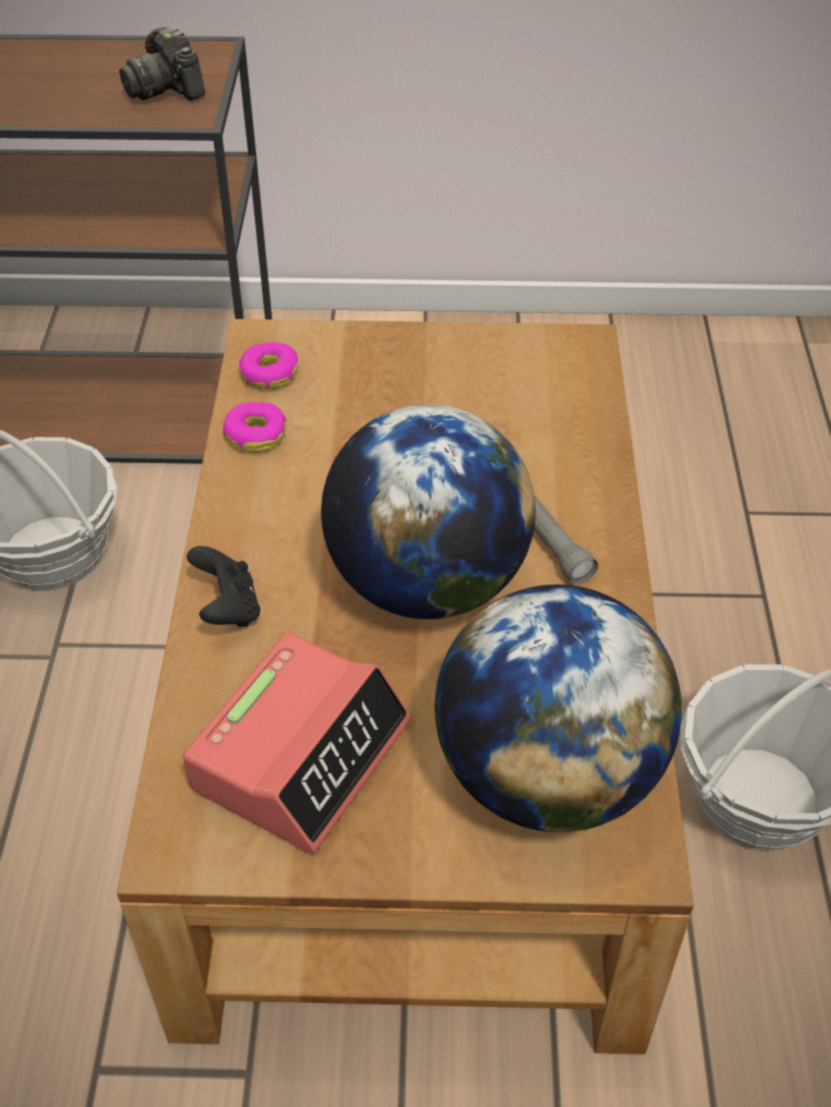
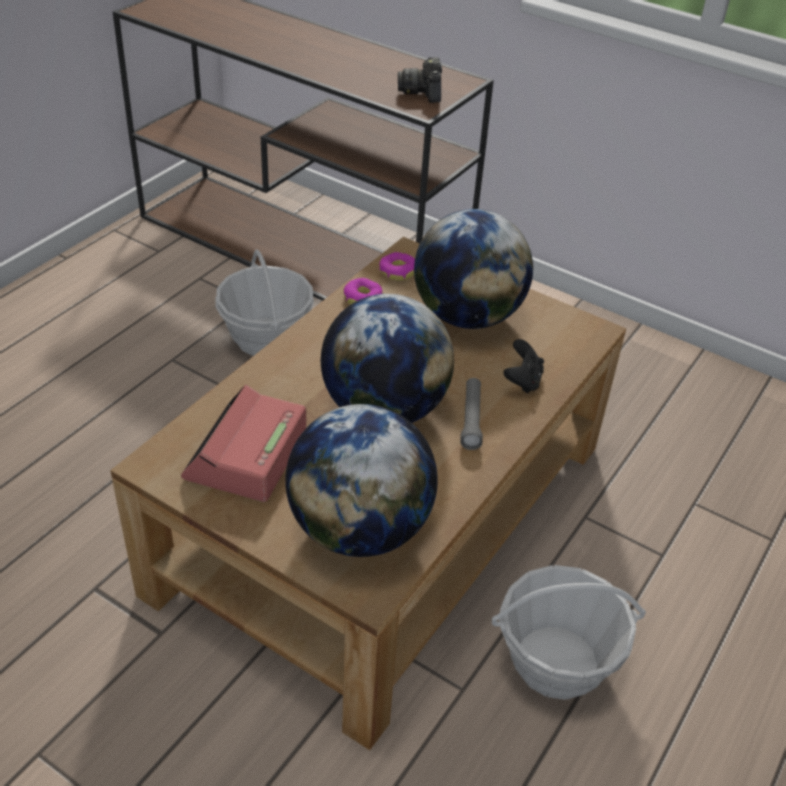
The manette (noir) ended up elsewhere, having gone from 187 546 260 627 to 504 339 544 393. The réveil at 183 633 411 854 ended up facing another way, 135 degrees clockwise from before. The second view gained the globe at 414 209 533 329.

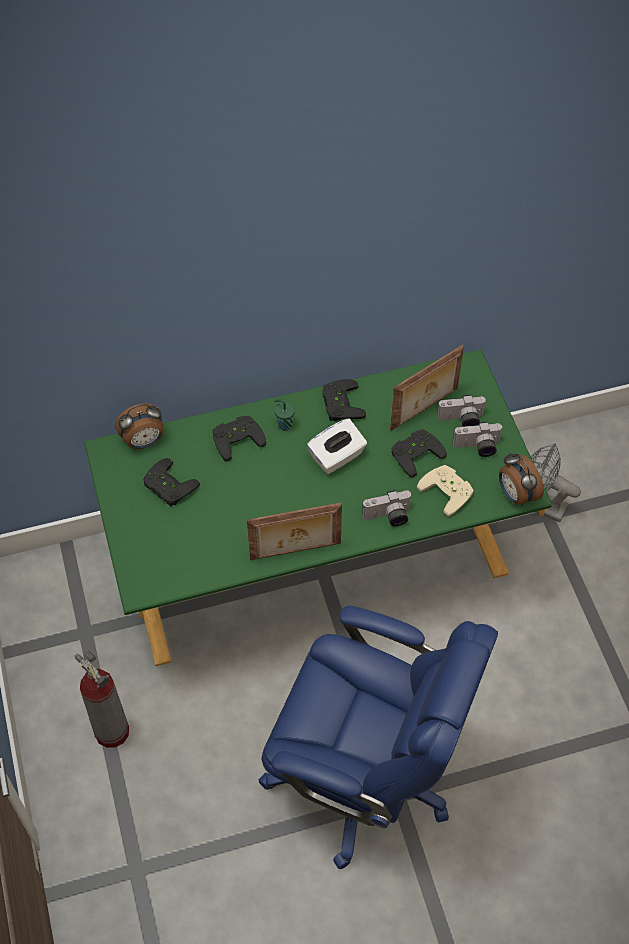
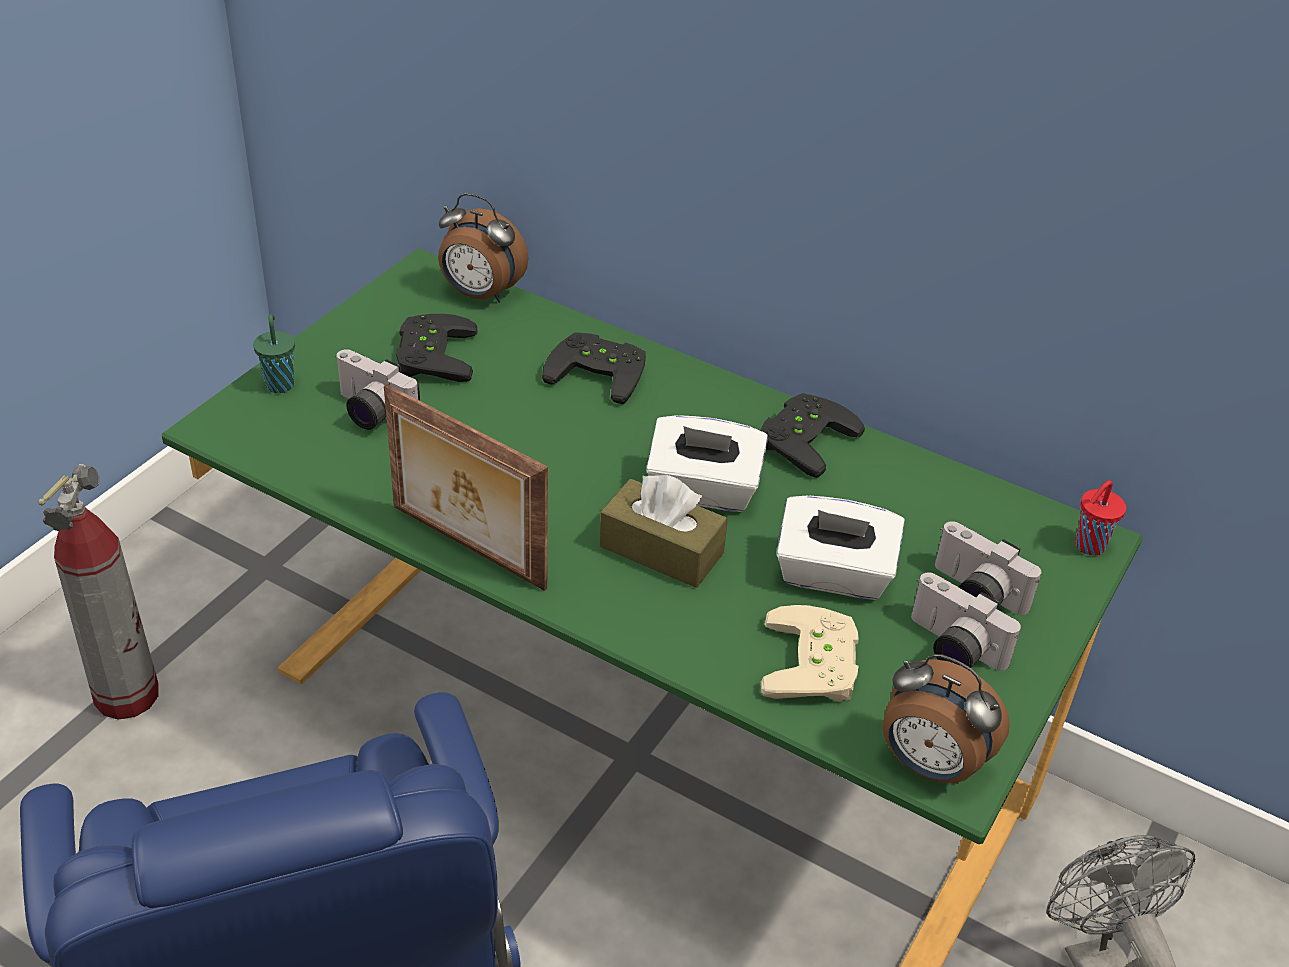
The second view lost the cadre photo at 390 345 464 431. The tasse (vert) ended up elsewhere, having gone from 274 399 295 431 to 253 313 295 393. Where the manette (noir) stood at 392 429 447 478, the boîte à mouchoirs (blanc) came to stand at 776 495 905 600. The réveil at 499 452 544 506 ended up facing another way, 75 degrees counterclockwise from before. The appareil photo ended up elsewhere, having gone from 362 490 412 527 to 335 349 420 430. The second view gained the boîte à mouchoirs (marron) at 599 475 728 588. The second view gained the tasse (rouge) at 1075 480 1126 556.

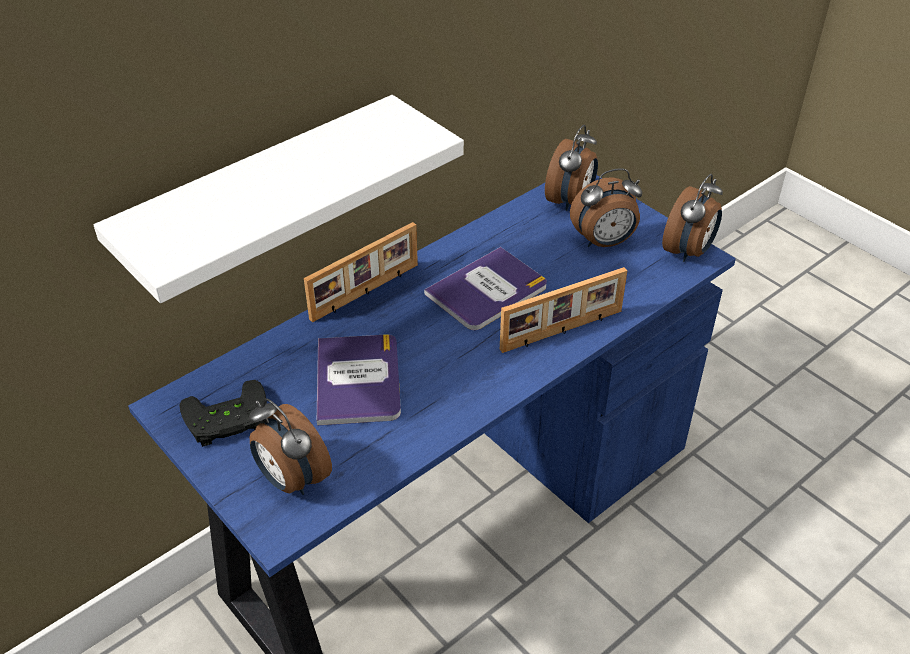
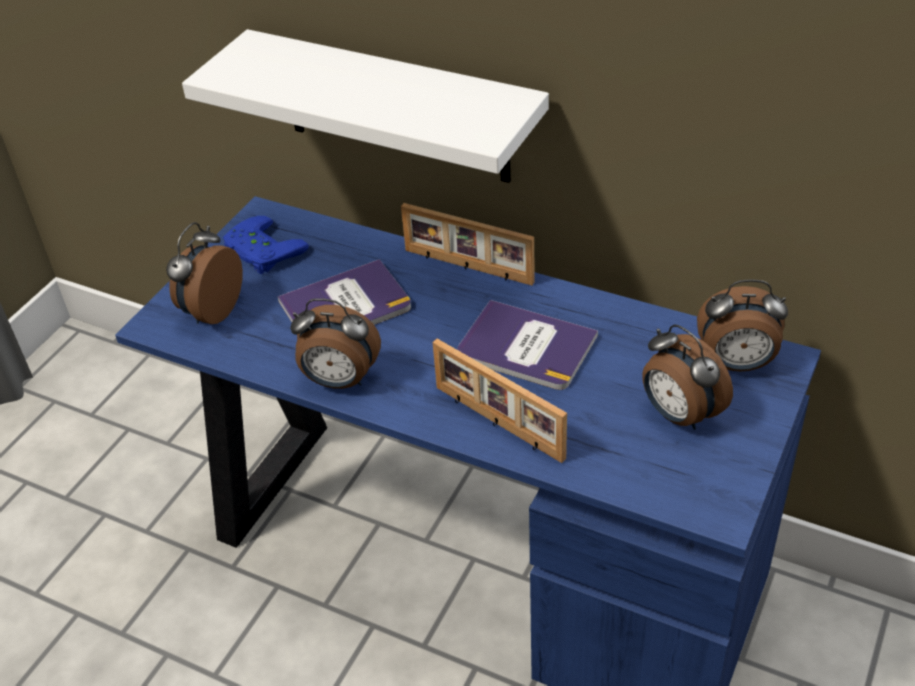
The réveil ended up elsewhere, having gone from 662 174 723 262 to 290 298 381 389. What was the manette (noir) at 179 380 267 447 turned into the manette (bleu) at 223 216 309 274.

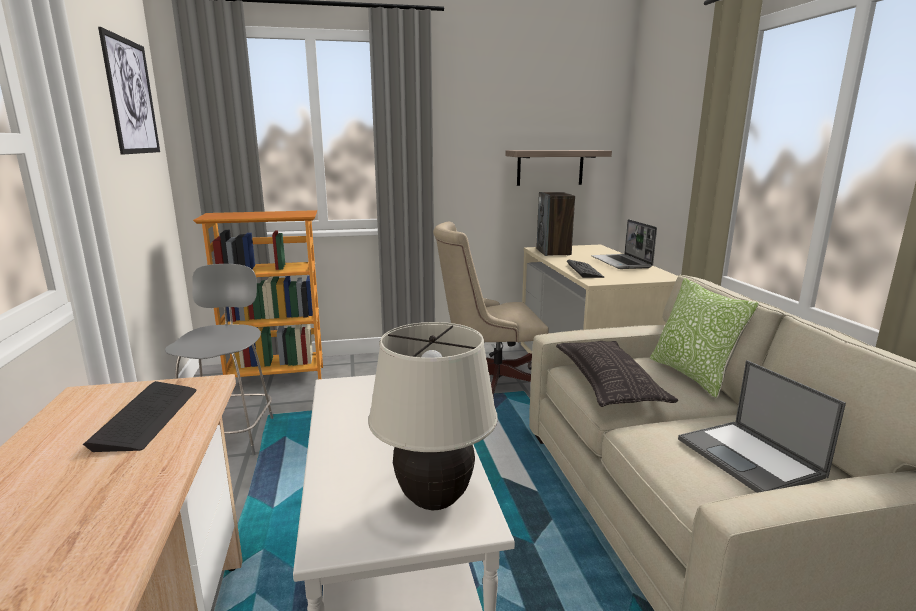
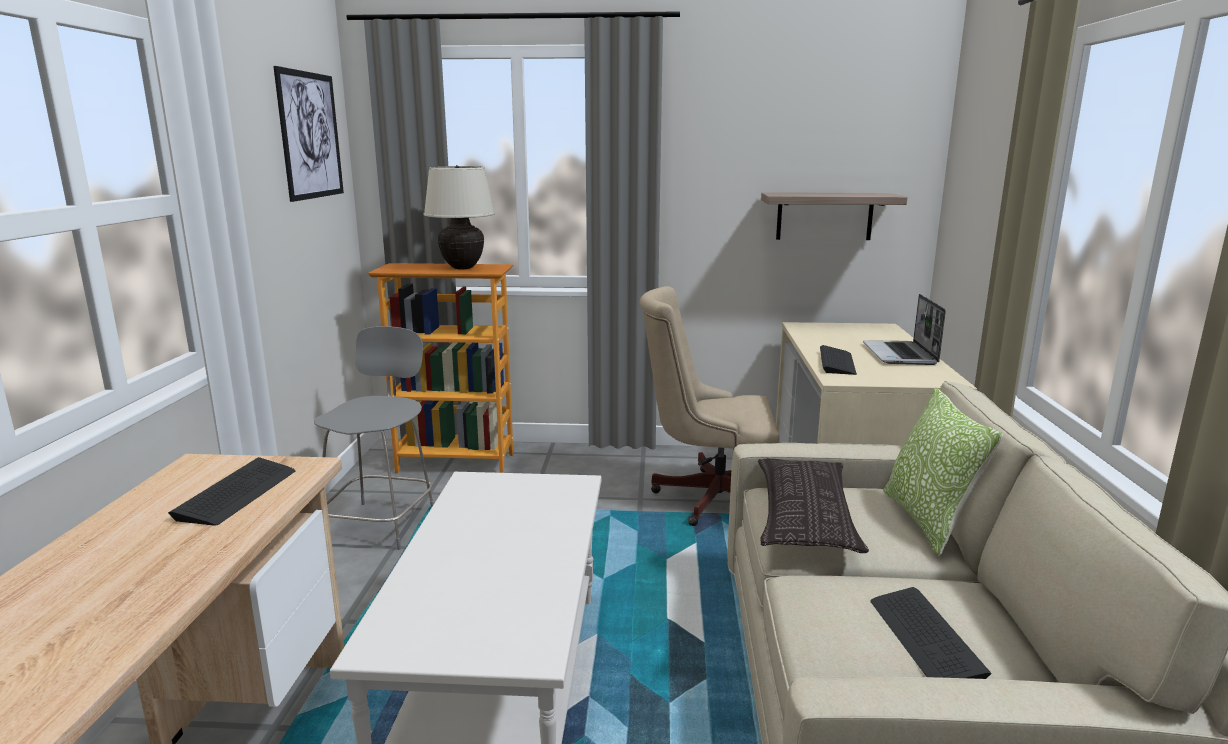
The second view lost the enceinte at 536 192 575 256. The lampe de table (beige) ended up elsewhere, having gone from 368 322 498 510 to 424 165 495 269. Where the ordinateur portable stood at 678 360 846 493, the clavier came to stand at 870 587 992 679.

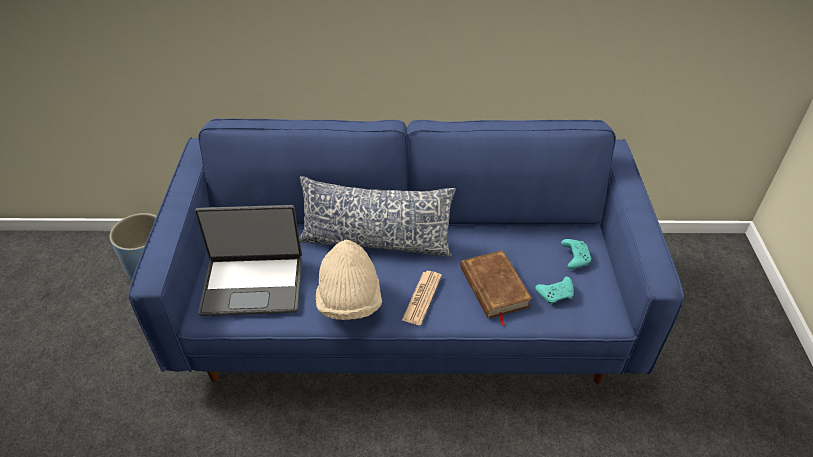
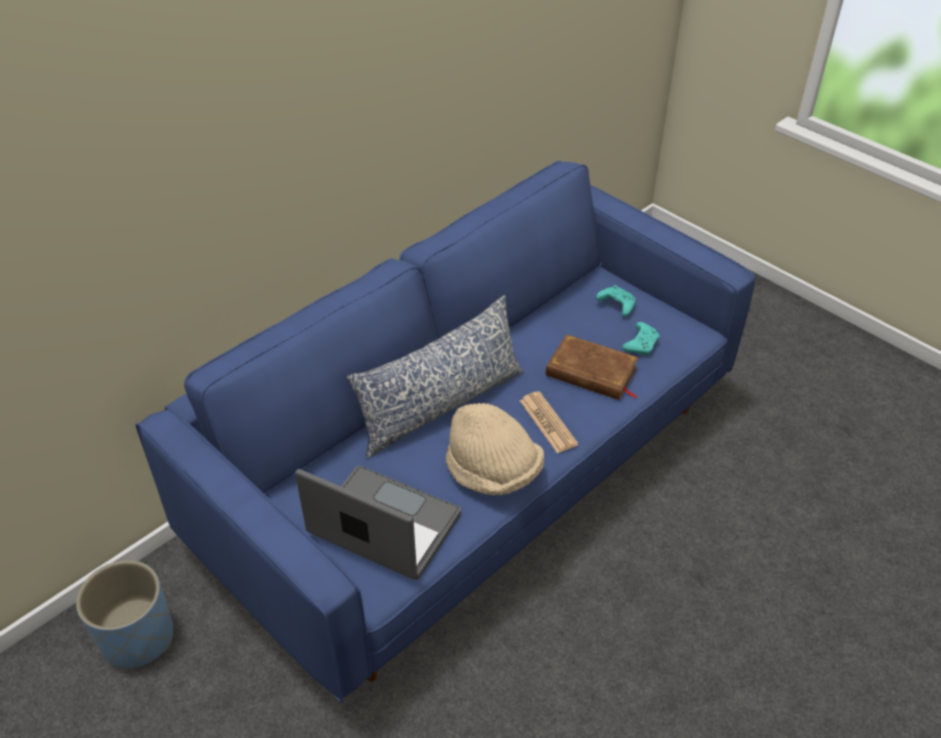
The ordinateur portable at 195 205 302 316 ended up facing another way, 105 degrees counterclockwise from before.

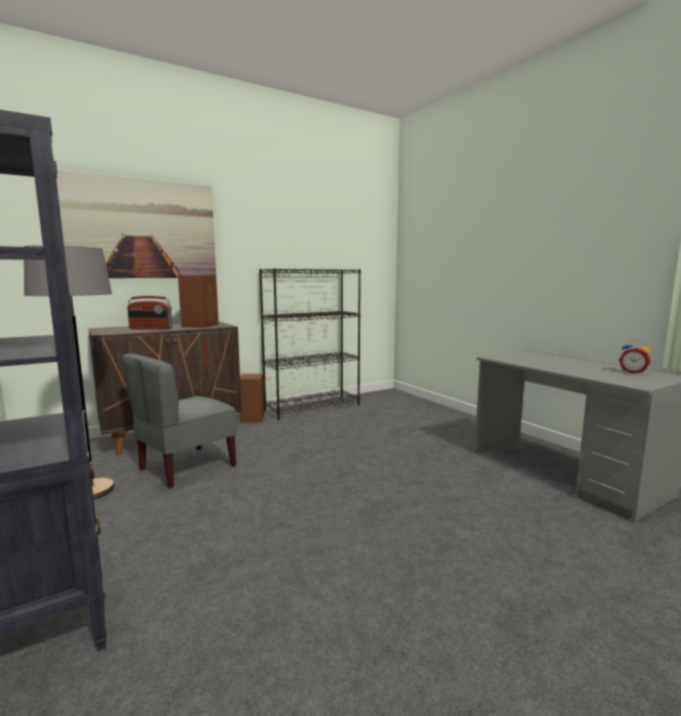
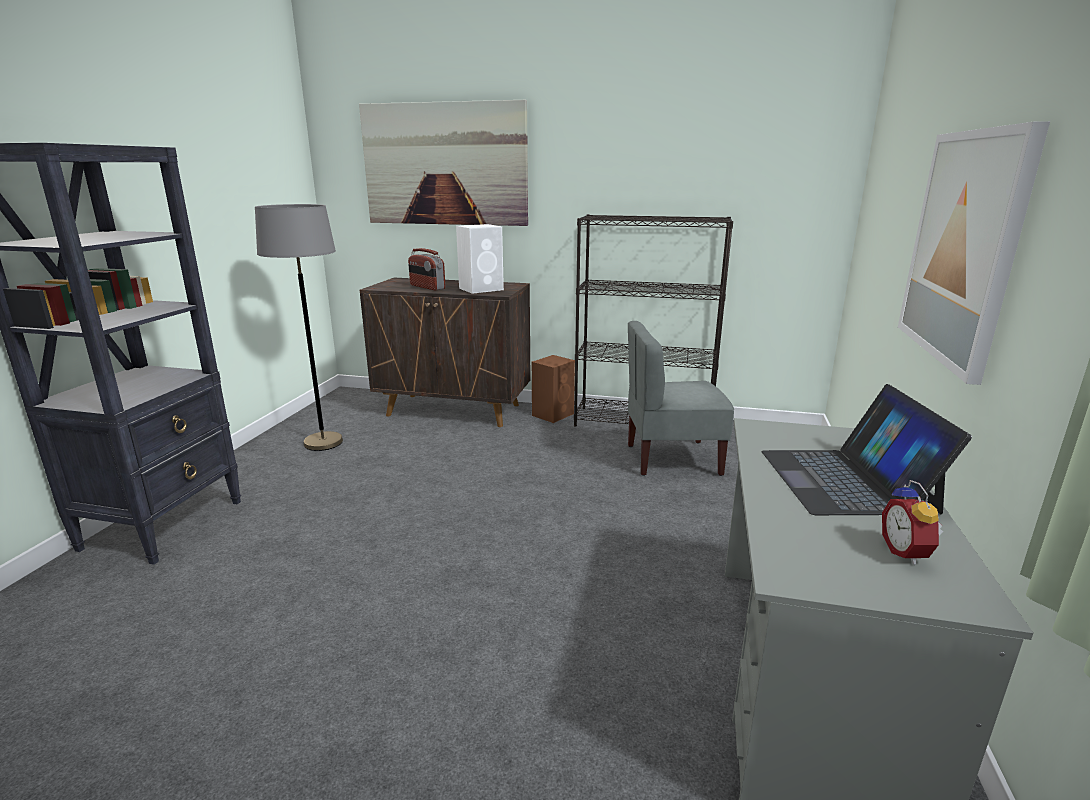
What was the enceinte (marron) at 178 276 219 328 turned into the enceinte (blanc) at 456 224 504 294. The chaise (gris) ended up elsewhere, having gone from 122 354 237 488 to 628 321 734 476. The second view gained the tableau at 898 121 1050 385. The second view gained the ordinateur portable at 761 384 972 515.

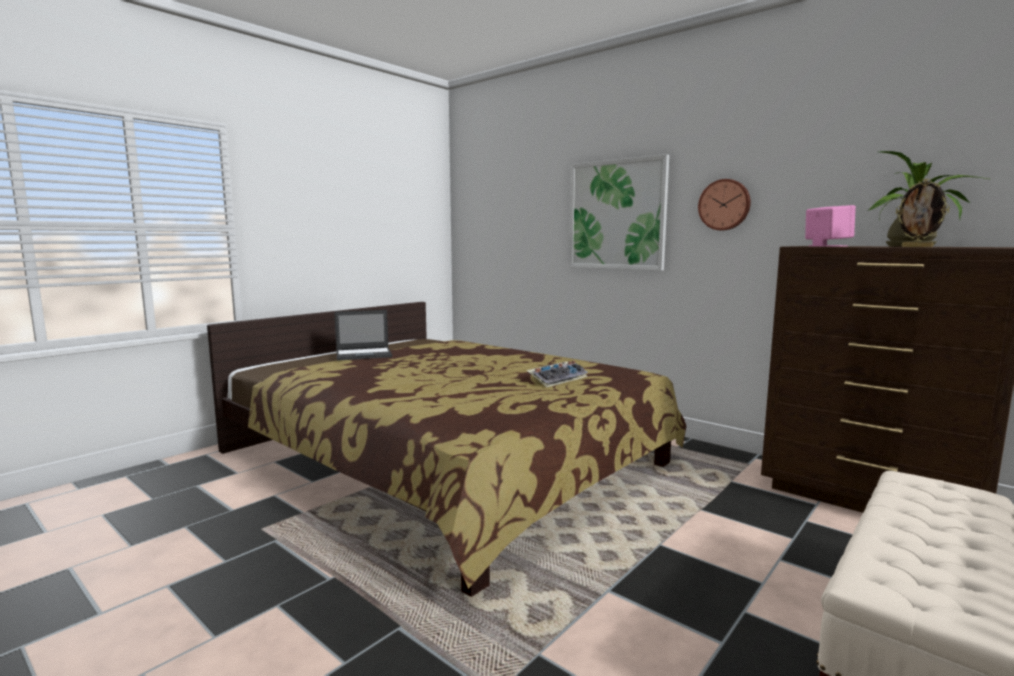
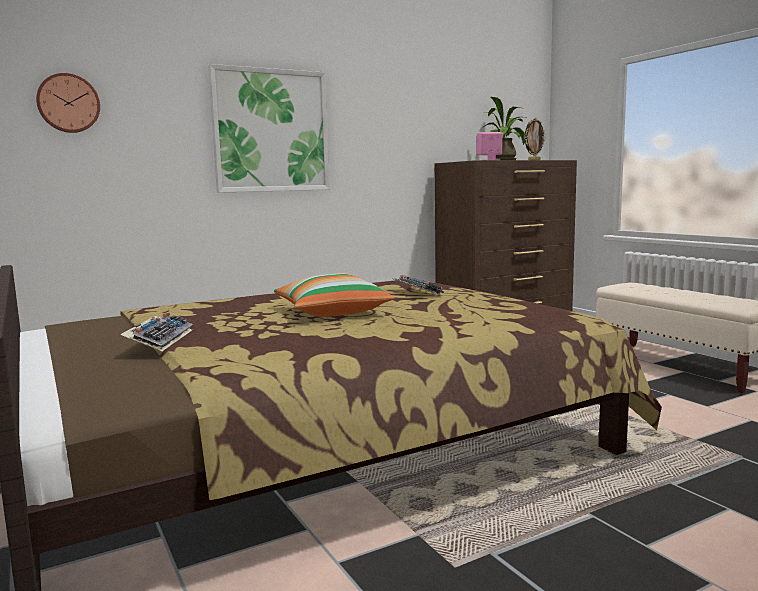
The horloge murale ended up elsewhere, having gone from 698 179 751 230 to 36 73 100 133. Where the ordinateur portable stood at 334 310 392 361, the clavier came to stand at 120 312 192 351. The second view gained the coussin at 274 273 395 317.

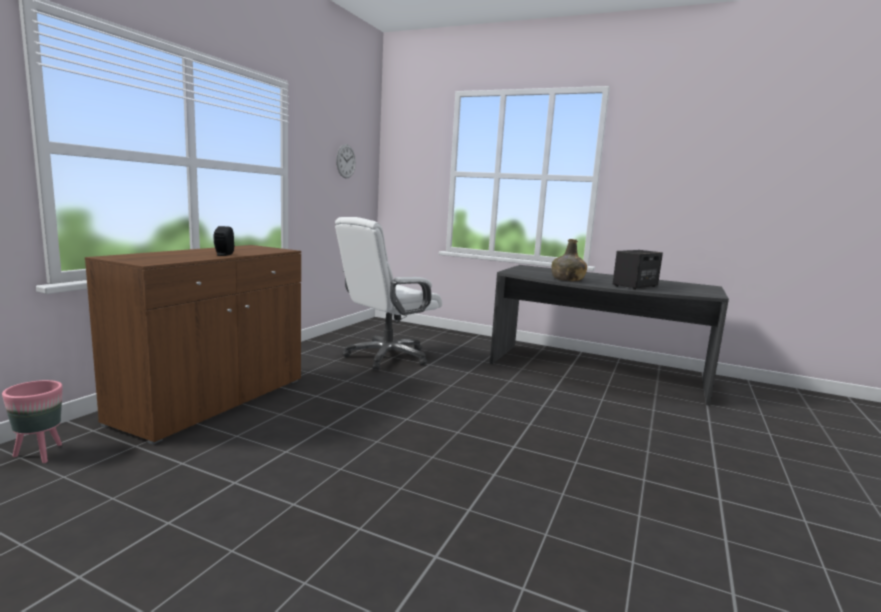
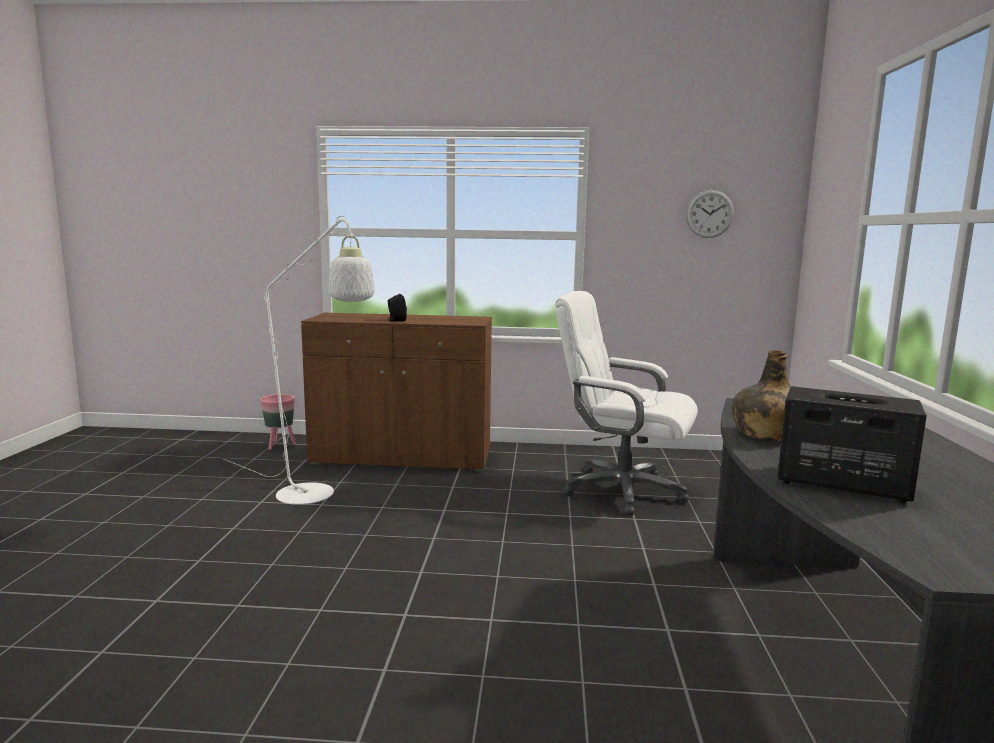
The second view gained the lampadaire (blanc) at 224 216 375 505.

